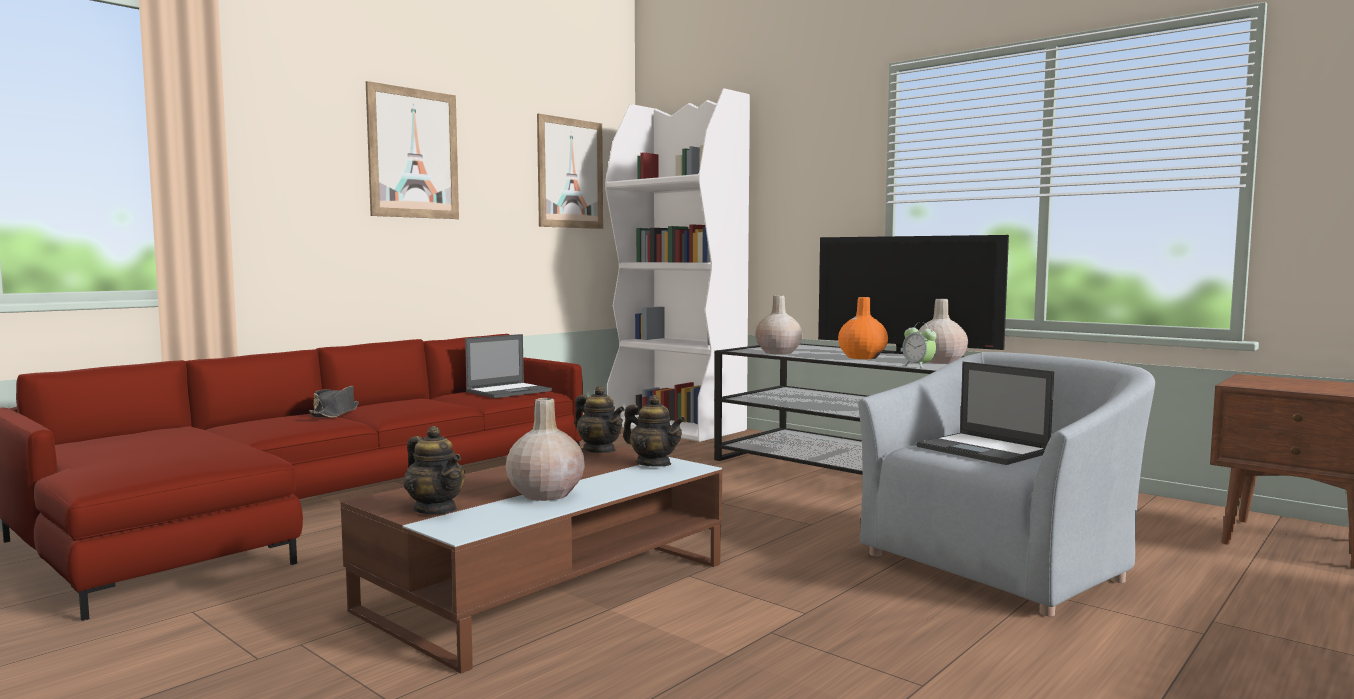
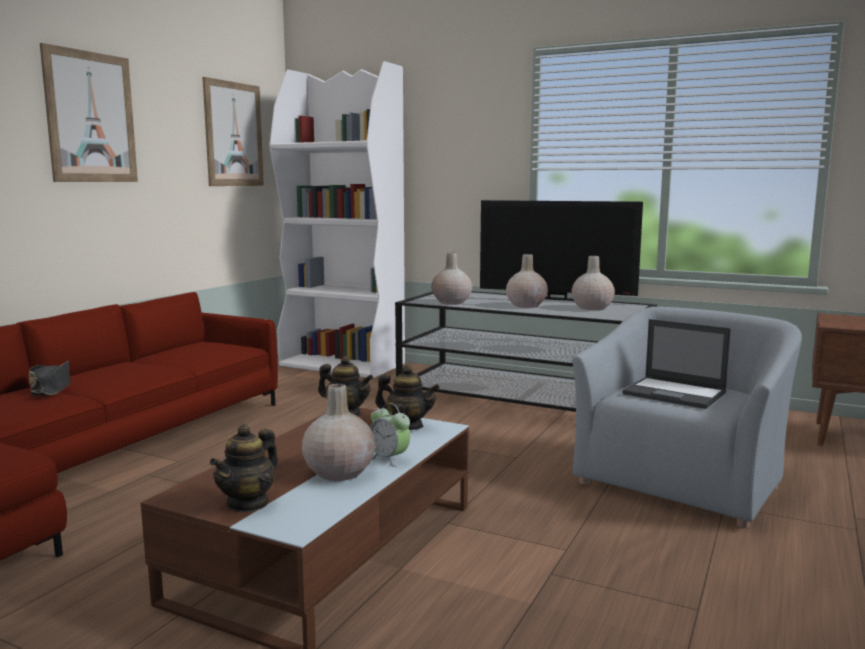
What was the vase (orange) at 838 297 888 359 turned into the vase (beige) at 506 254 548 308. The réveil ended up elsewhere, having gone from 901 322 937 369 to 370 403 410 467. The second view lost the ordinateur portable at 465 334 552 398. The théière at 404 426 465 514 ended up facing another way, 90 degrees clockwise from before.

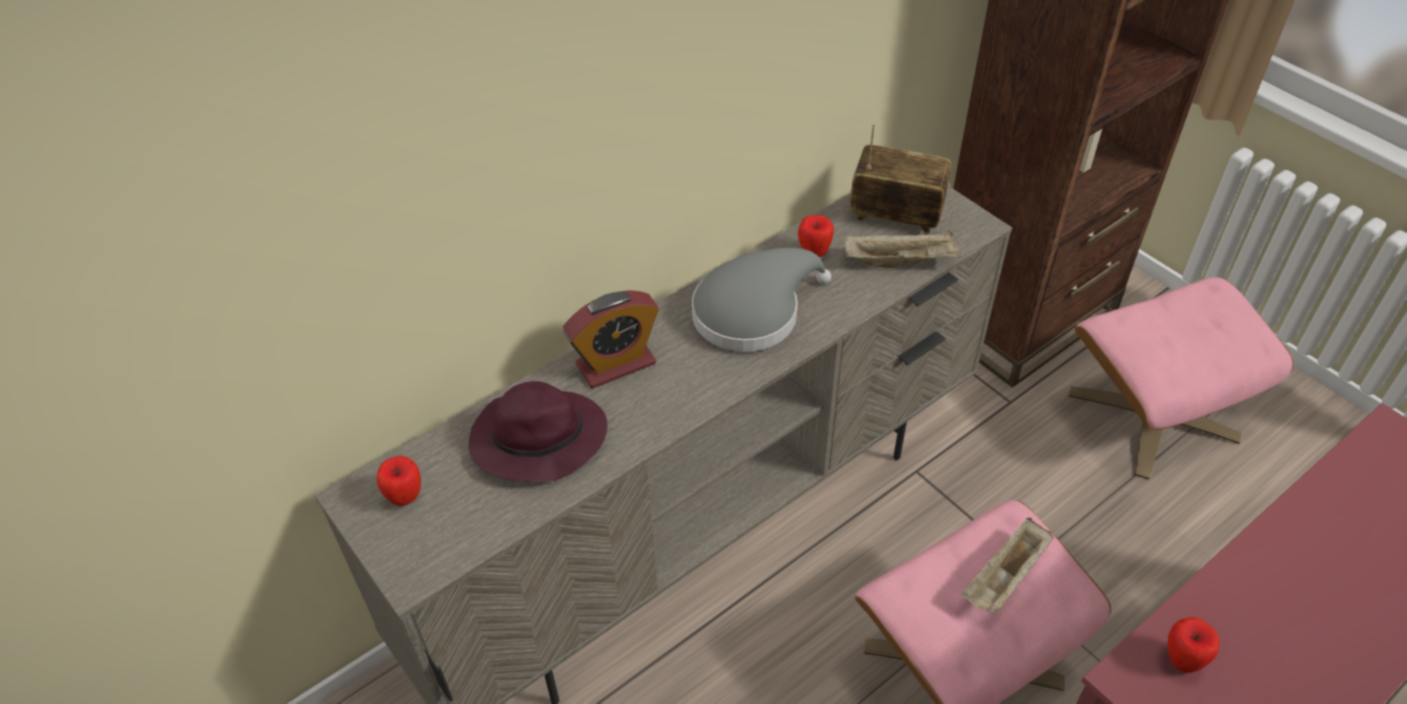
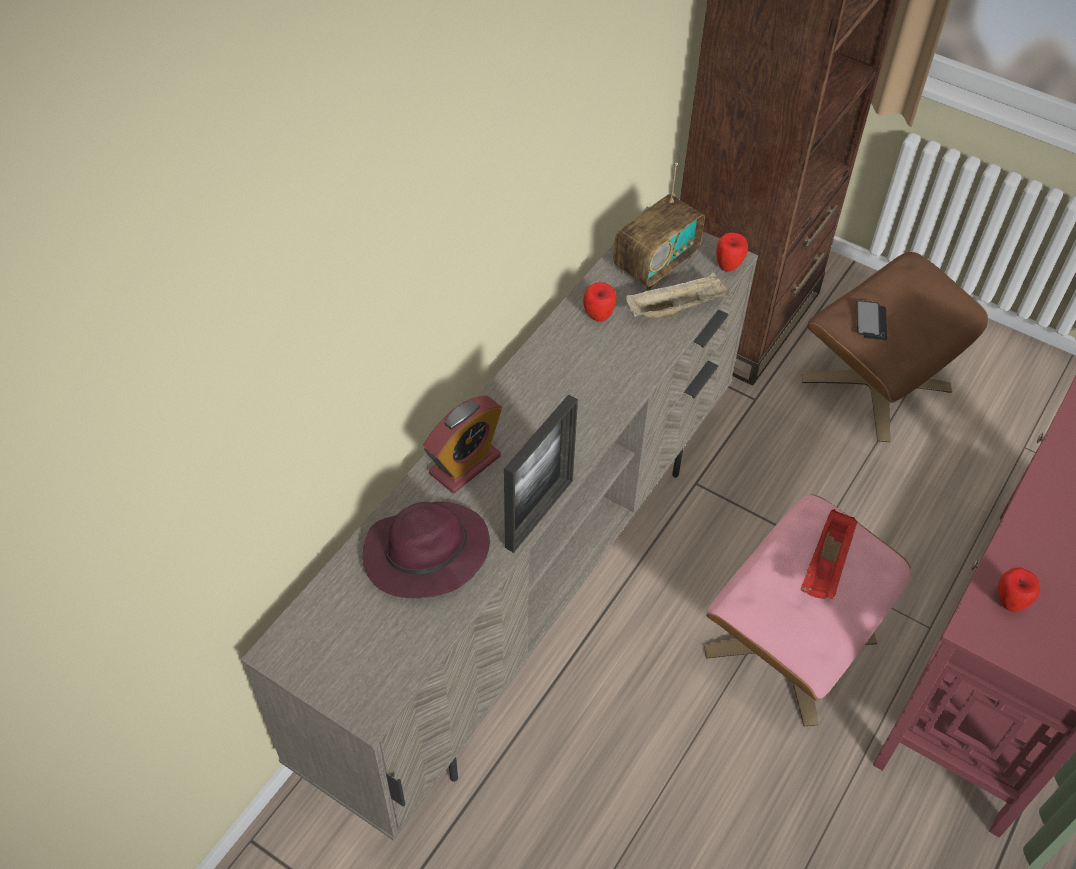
The radio at 850 123 951 233 ended up facing another way, 135 degrees clockwise from before. The second view lost the chapeau (gris) at 692 248 832 352. What was the pouf (rose) at 1069 277 1294 479 turned into the pouf (marron) at 802 252 988 443. The pomme ended up elsewhere, having gone from 377 456 421 506 to 716 233 748 271. What was the plateau (beige) at 961 518 1053 614 turned into the plateau (rouge) at 801 509 858 599. The second view gained the téléphone at 857 300 887 340. The second view gained the cadre photo at 504 394 578 553.

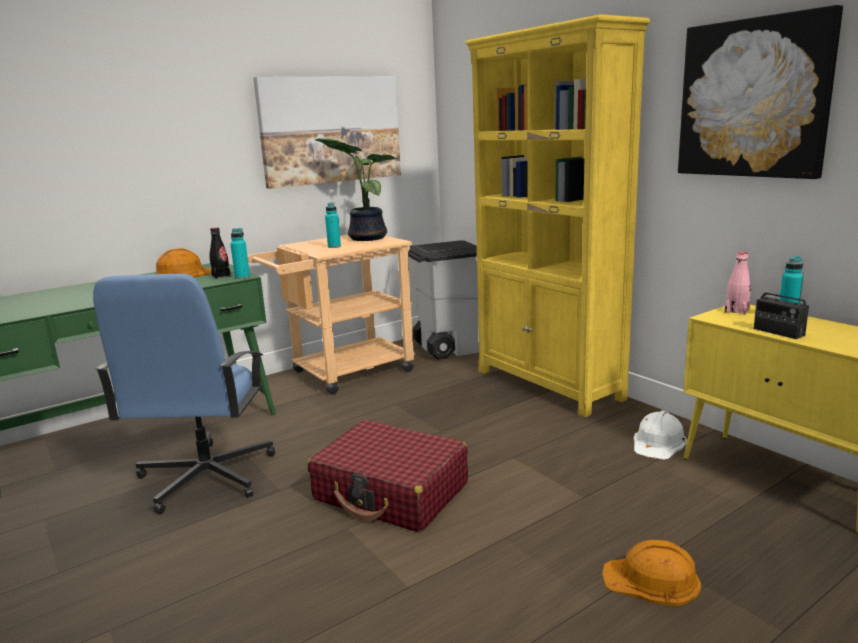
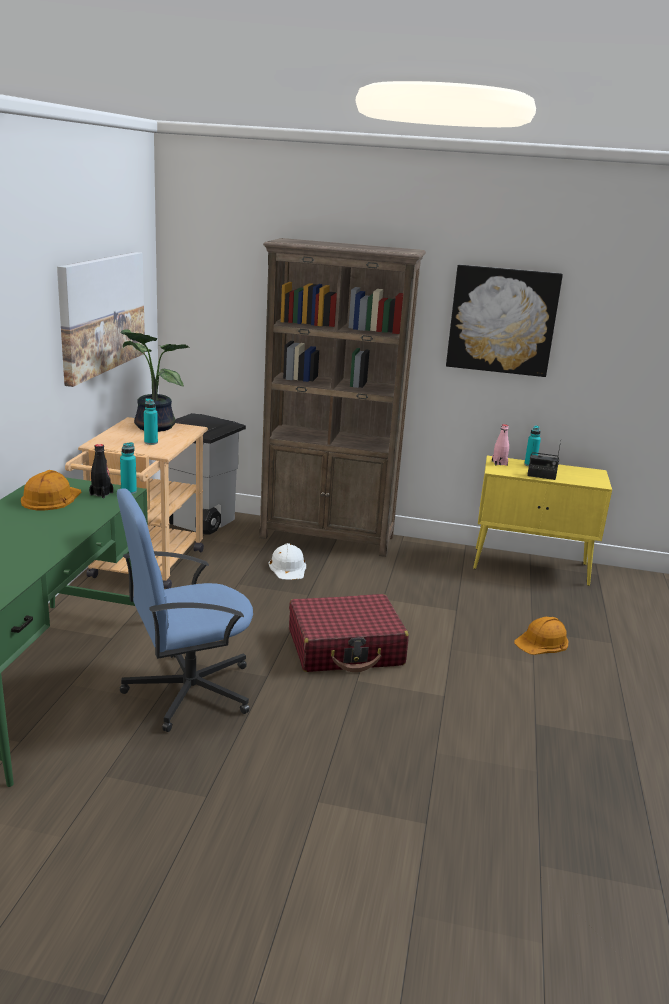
What was the bibliothèque (jaune) at 465 14 650 417 turned into the bibliothèque (marron) at 259 238 426 557. The chaise de bureau (bleu) at 93 274 275 514 ended up facing another way, 105 degrees clockwise from before. The casque de chantier (blanc) ended up elsewhere, having gone from 634 410 687 460 to 269 543 306 580.

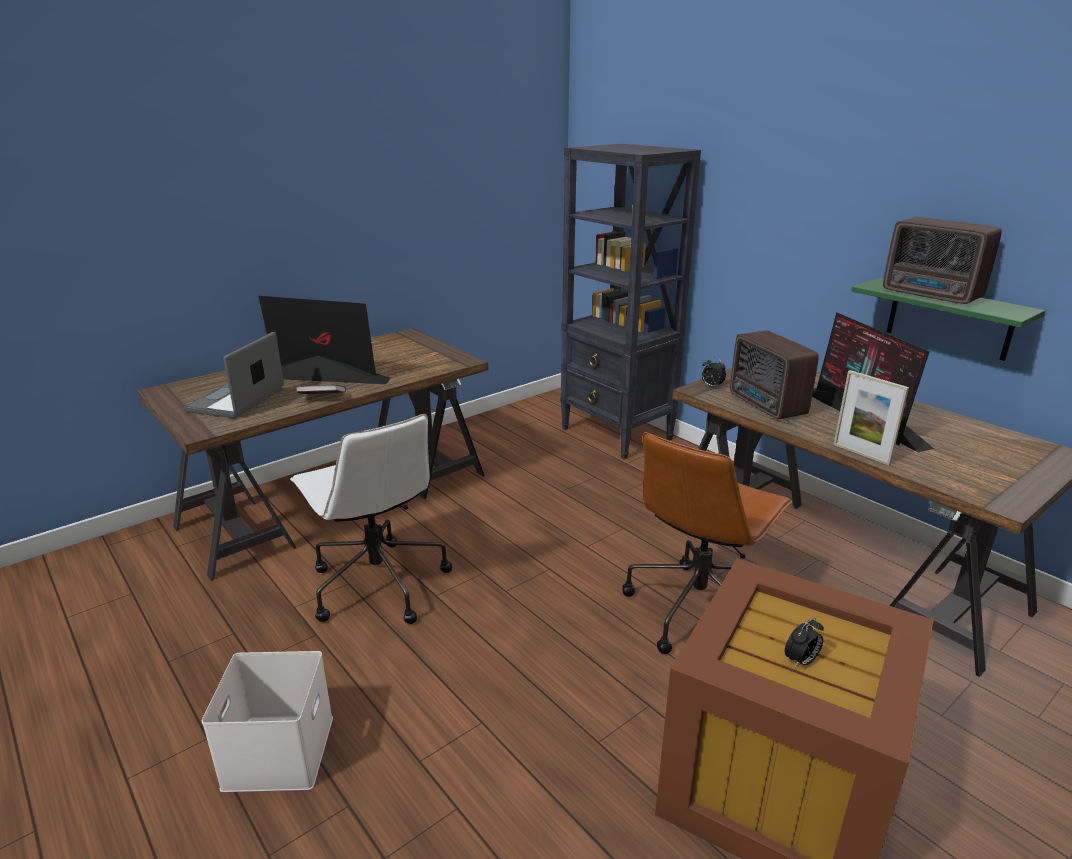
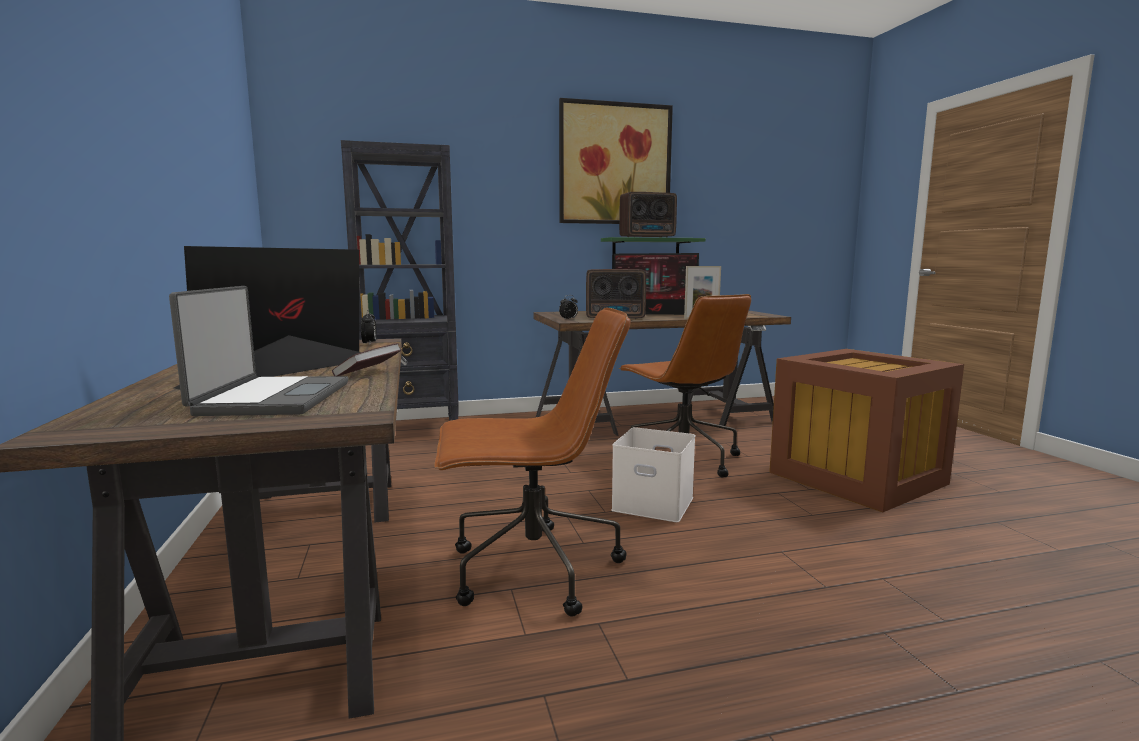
The ordinateur portable at 184 332 284 418 ended up facing another way, 135 degrees counterclockwise from before. What was the chaise de bureau (blanc) at 290 414 452 624 turned into the chaise de bureau (marron) at 435 308 631 617. The réveil ended up elsewhere, having gone from 785 618 824 668 to 361 310 377 344. The boîte de rangement (blanc) ended up elsewhere, having gone from 202 651 333 792 to 611 427 695 522. The second view gained the tableau at 559 98 673 224.

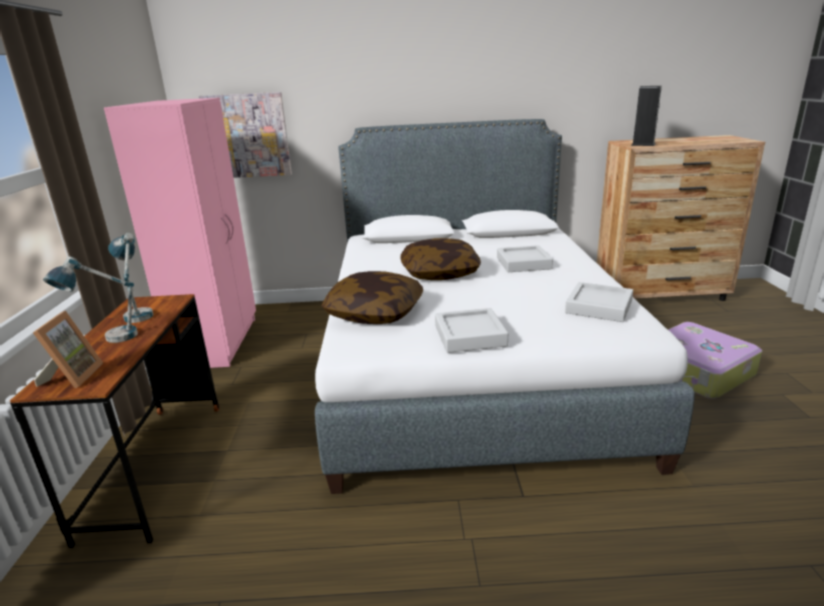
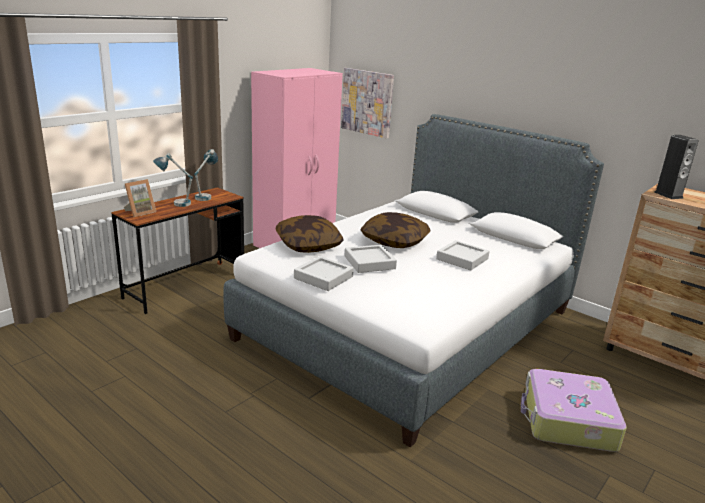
The plateau (gris) ended up elsewhere, having gone from 565 282 633 322 to 344 245 397 273.

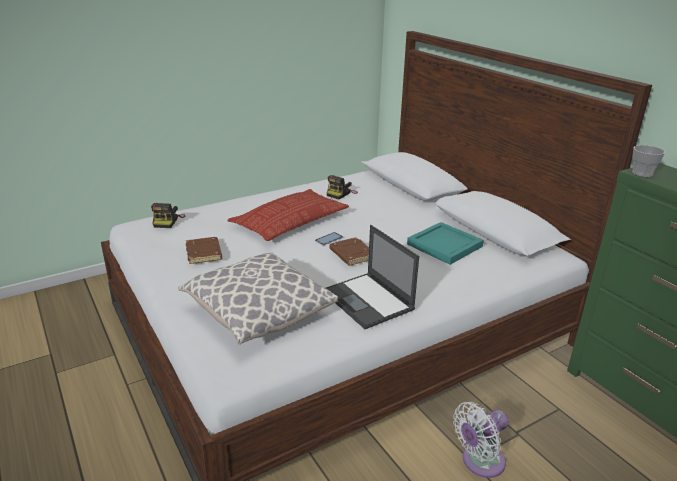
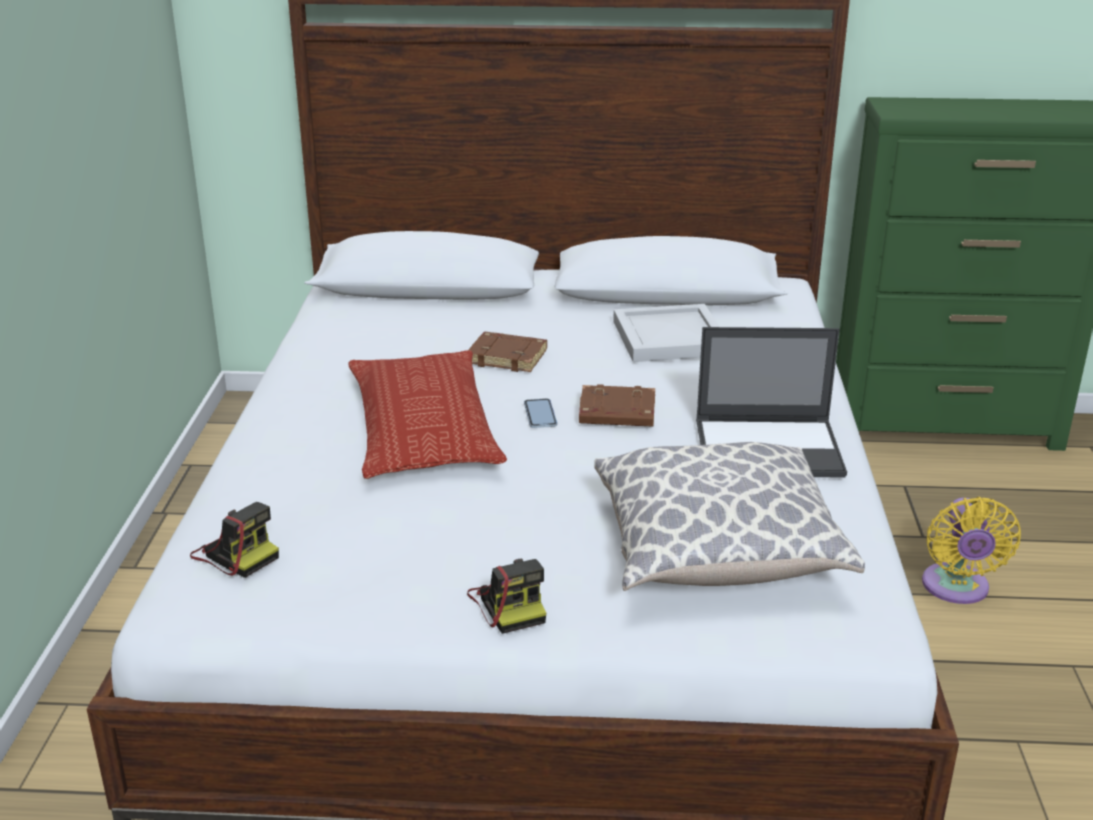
The second view lost the tasse at 632 145 665 177. The appareil photo ended up elsewhere, having gone from 326 175 358 199 to 467 559 546 634. What was the plateau (turquoise) at 407 222 484 265 turned into the plateau (blanc) at 613 304 720 362. The livre (marron) ended up elsewhere, having gone from 186 237 222 264 to 469 332 547 372. What was the ventilateur (blanc) at 453 402 509 478 turned into the ventilateur (jaune) at 922 497 1021 604.

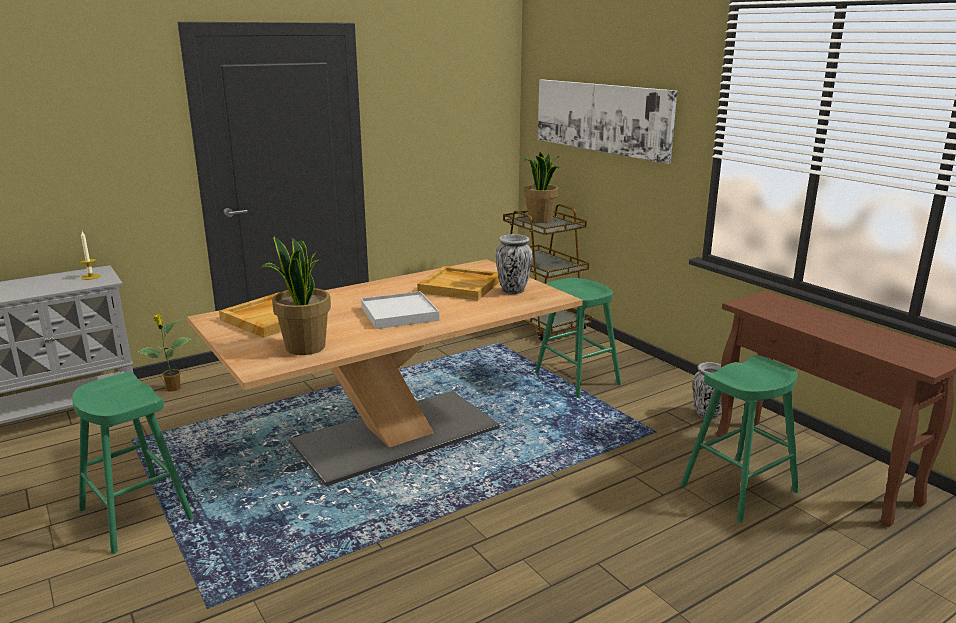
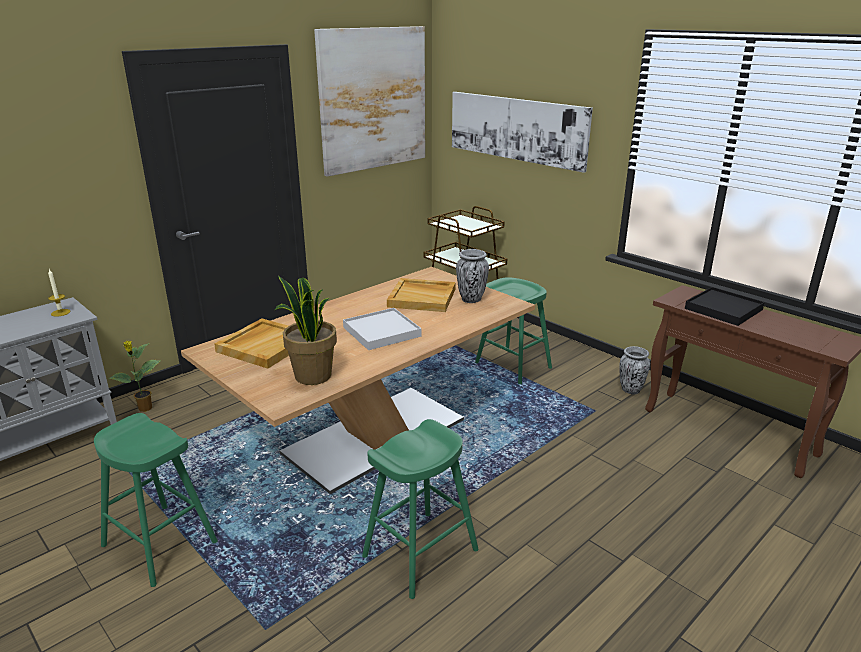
The second view lost the plante en pot at 523 152 560 223. The tabouret (vert) ended up elsewhere, having gone from 681 355 799 522 to 362 419 479 599. The second view gained the tableau at 314 26 425 177. The second view gained the plateau (noir) at 685 287 765 326.

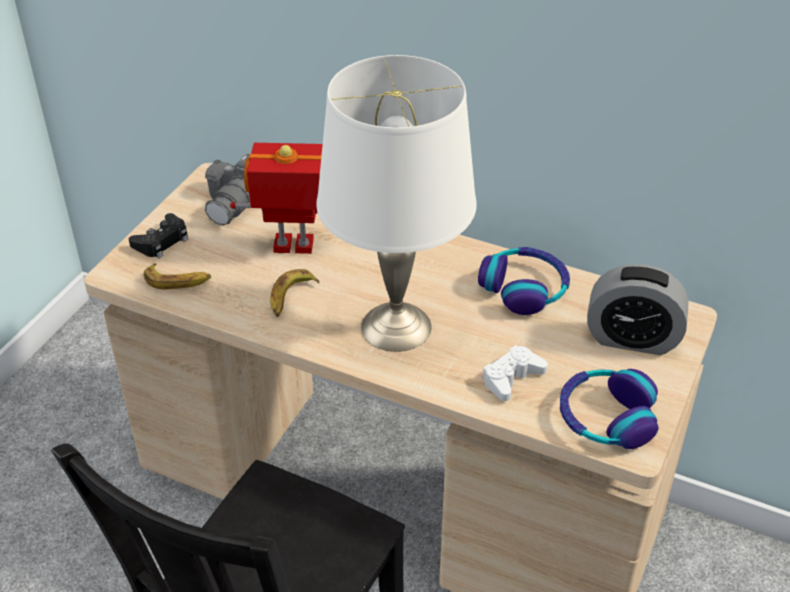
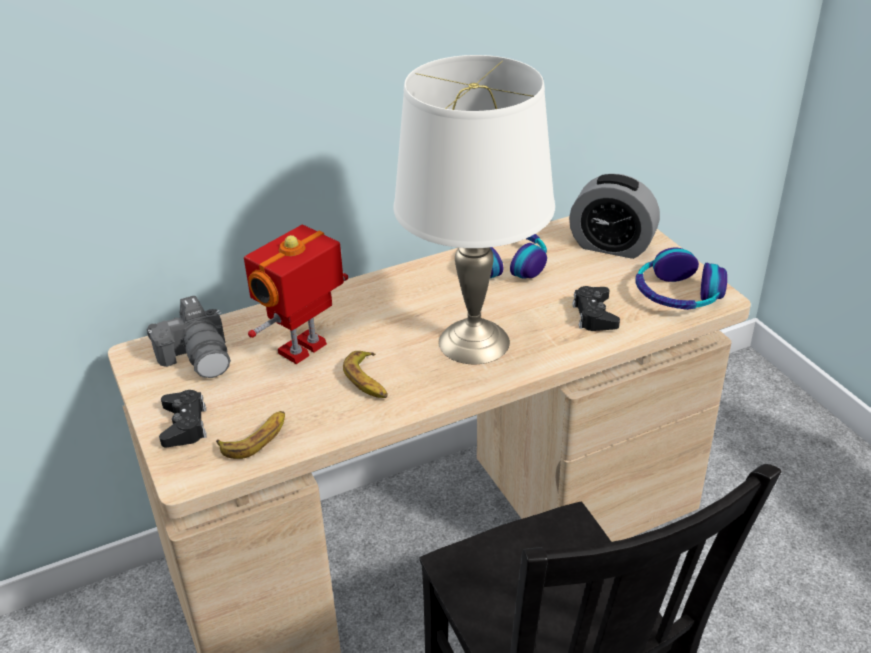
The réveil at 587 264 689 355 ended up facing another way, 60 degrees clockwise from before. What was the manette (blanc) at 482 345 548 401 turned into the manette (noir) at 572 286 620 331.

